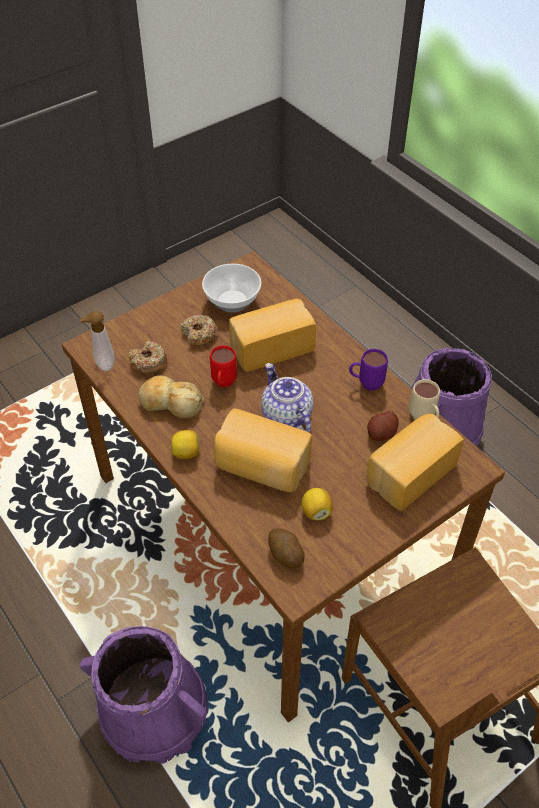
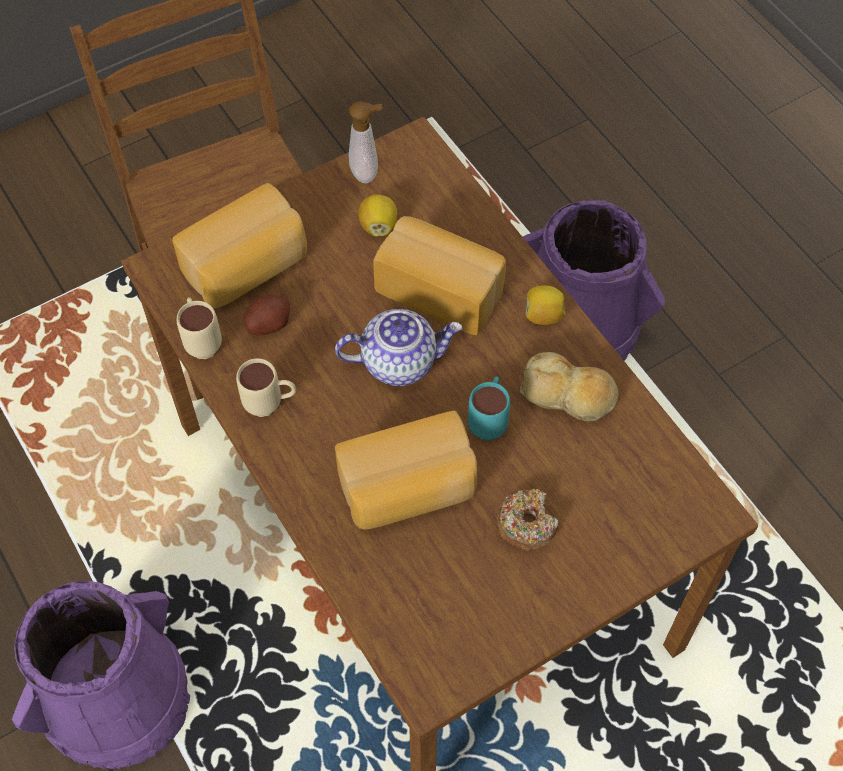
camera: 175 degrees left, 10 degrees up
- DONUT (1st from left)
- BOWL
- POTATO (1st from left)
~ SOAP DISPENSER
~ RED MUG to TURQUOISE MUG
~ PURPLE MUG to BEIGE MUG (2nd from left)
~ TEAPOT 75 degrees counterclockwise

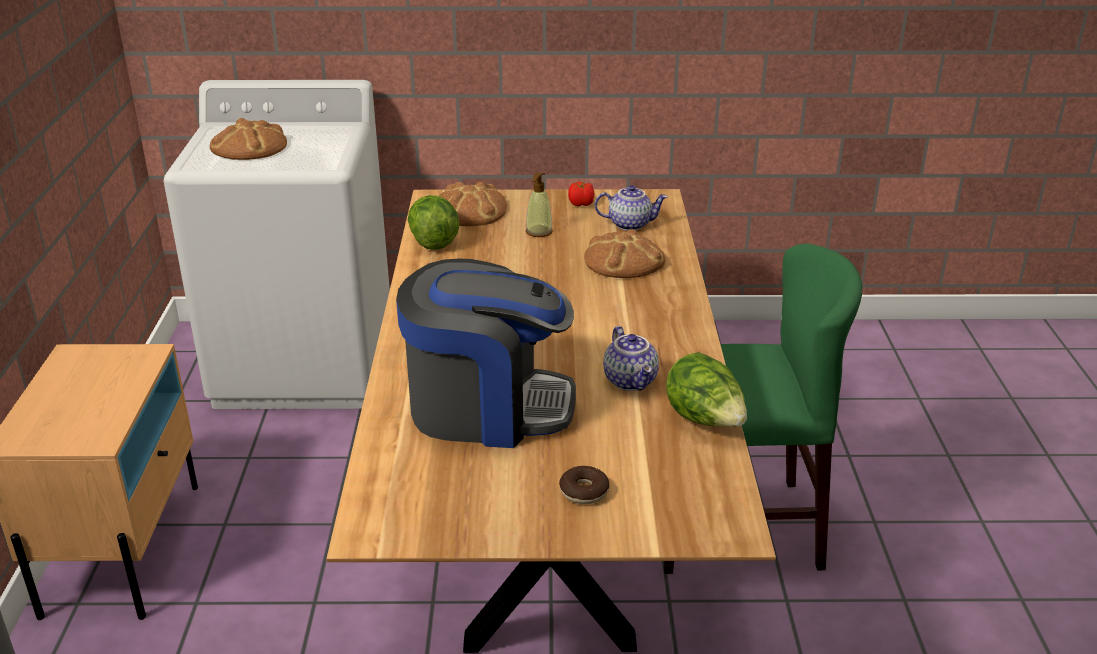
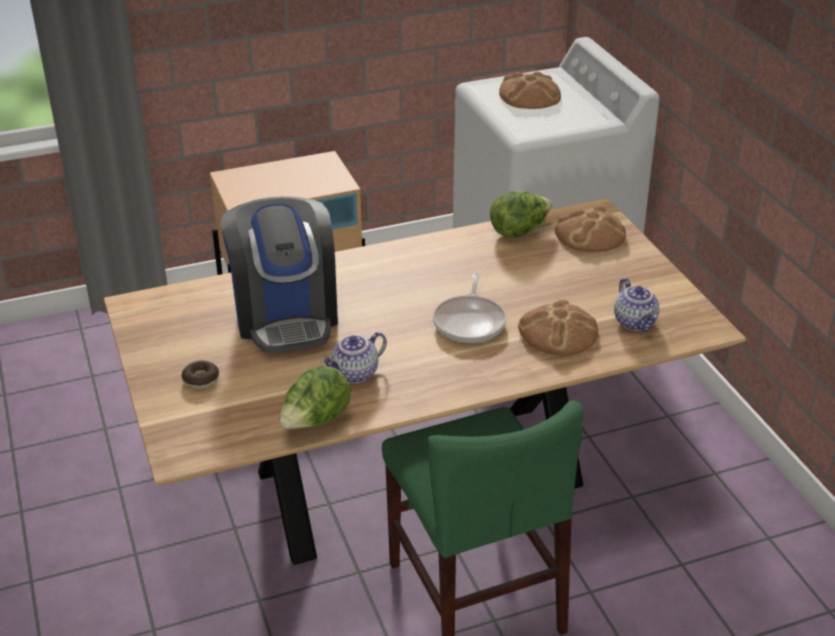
camera: 70 degrees right, 5 degrees up
- SOAP DISPENSER
- TOMATO
+ FRYING PAN

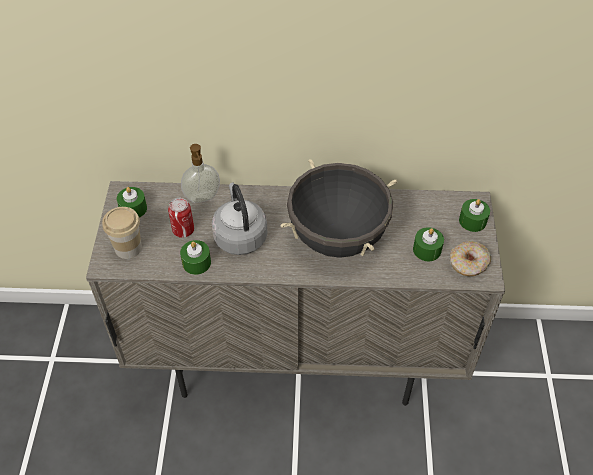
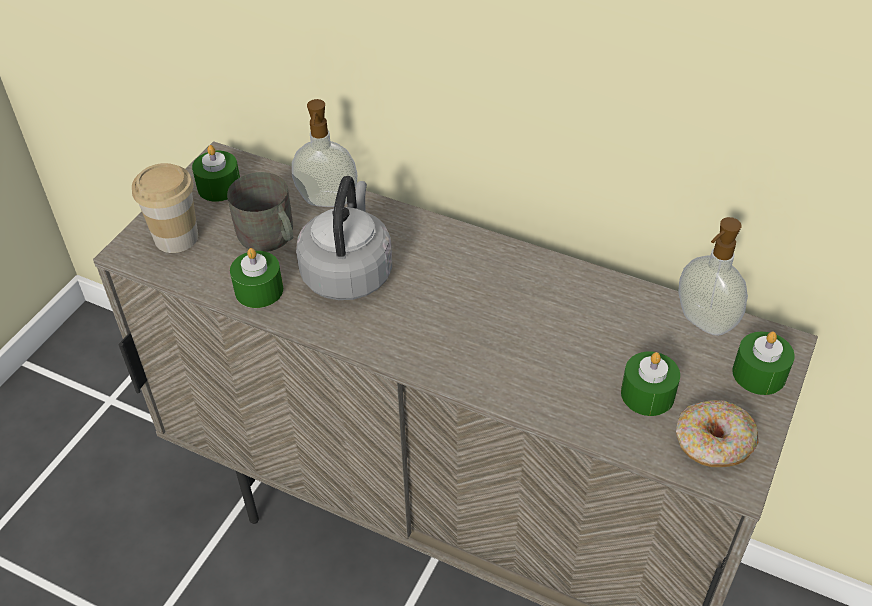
camera: 25 degrees right, 5 degrees down
- BLACK COOKING POT
+ SOAP DISPENSER (2nd from left)
~ CAN to GREY MUG

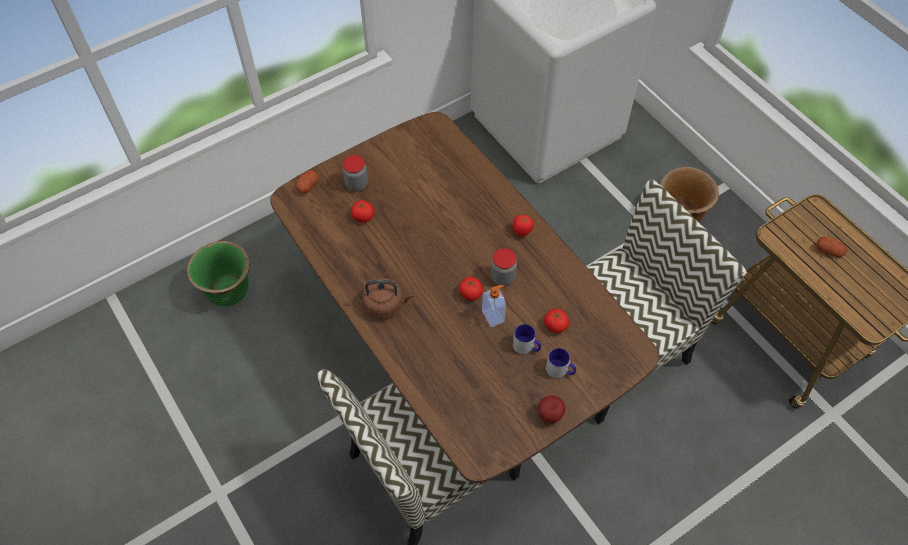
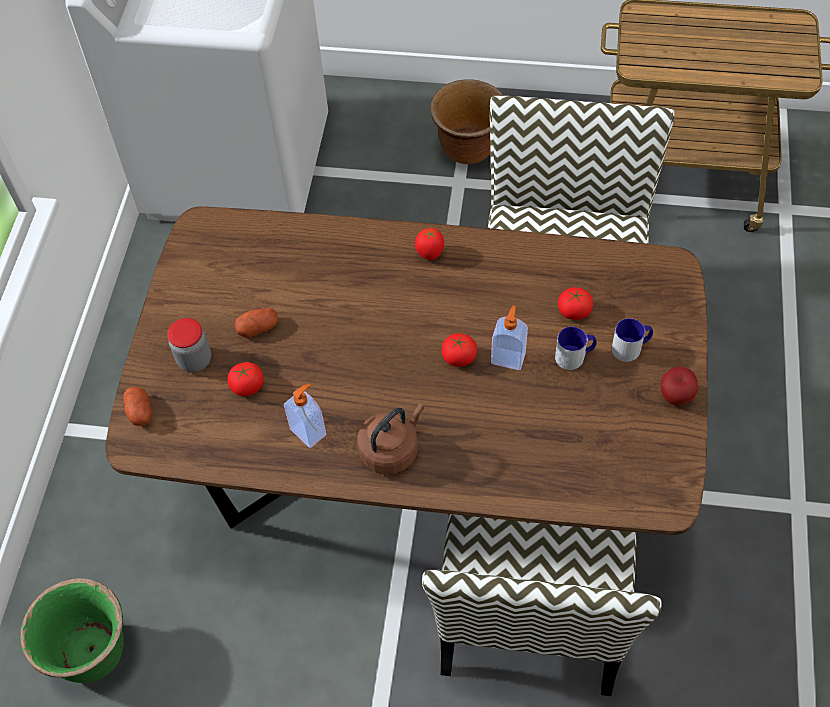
camera: 45 degrees left, 0 degrees up
- JAR (2nd from left)
+ SOAP DISPENSER (1st from left)
~ POTATO (2nd from left)

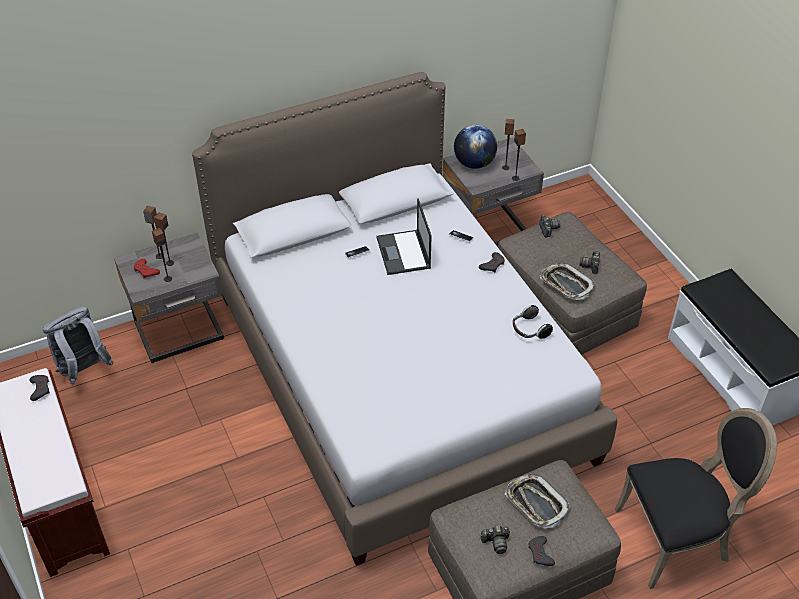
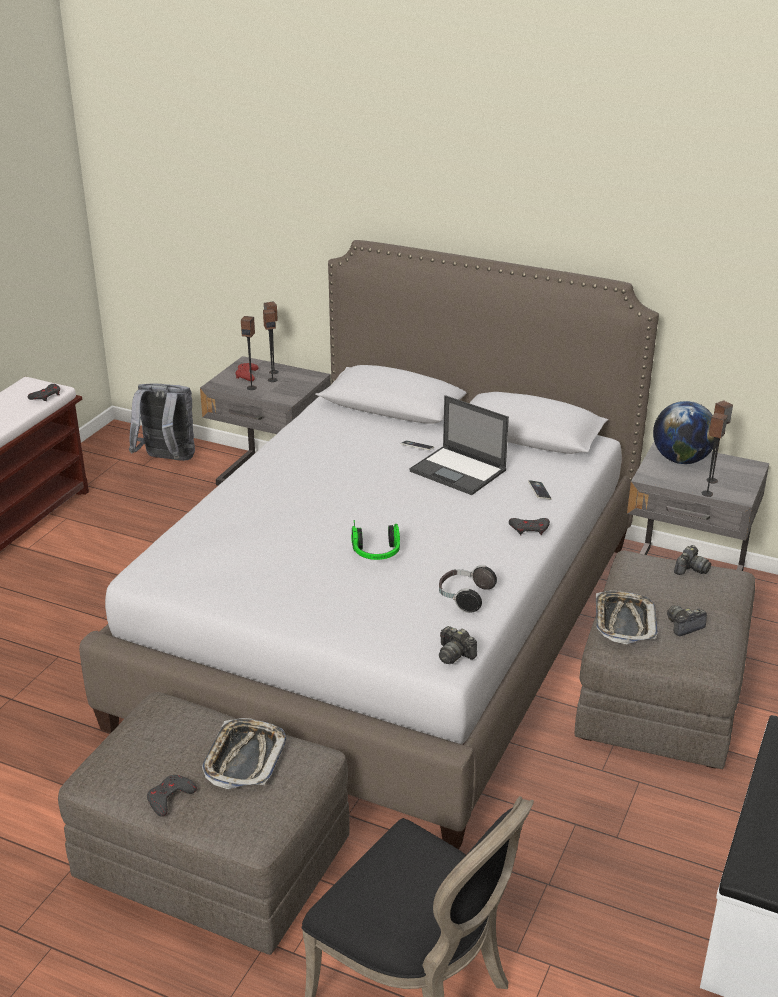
camera: 50 degrees right, 15 degrees down
+ HEADPHONES (1st from left)
~ PHOTO CAMERA (1st from left)
~ LAPTOP 90 degrees counterclockwise

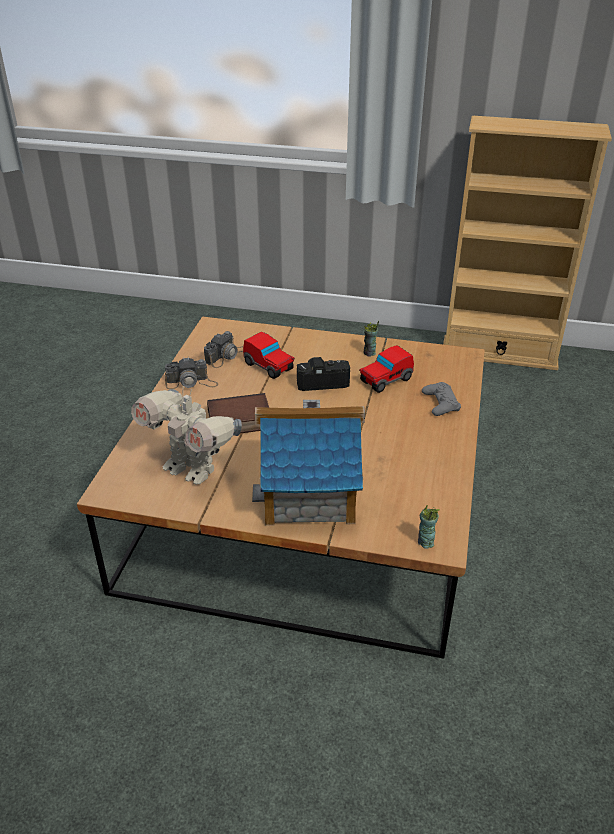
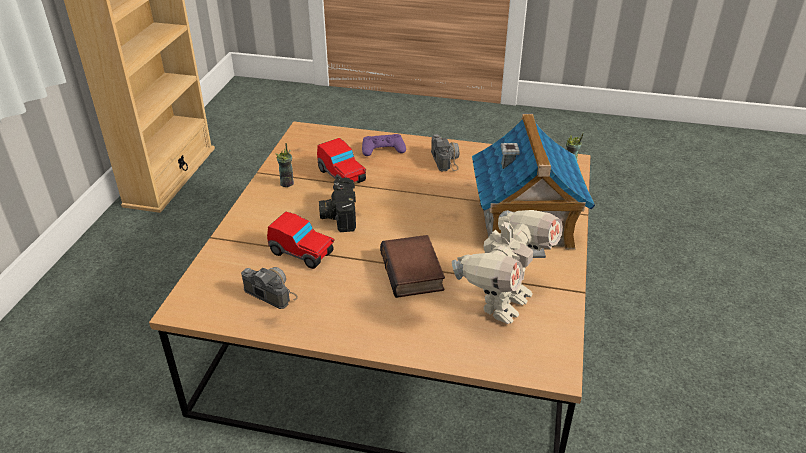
camera: 90 degrees left, 0 degrees up
~ PHOTO CAMERA (1st from left in the first image) to PHOTO CAMERA (3rd from left)
~ GREY GAME CONTROLLER to PURPLE GAME CONTROLLER
~ TOY CAR (1st from left) 75 degrees clockwise

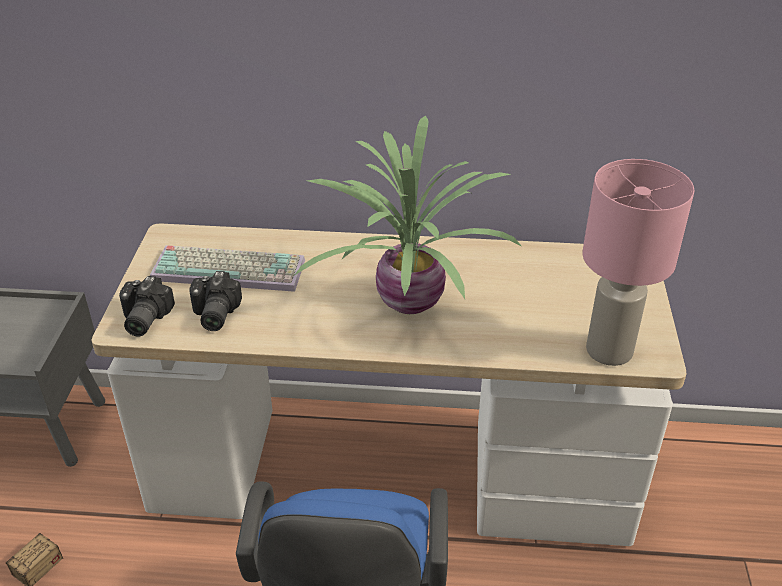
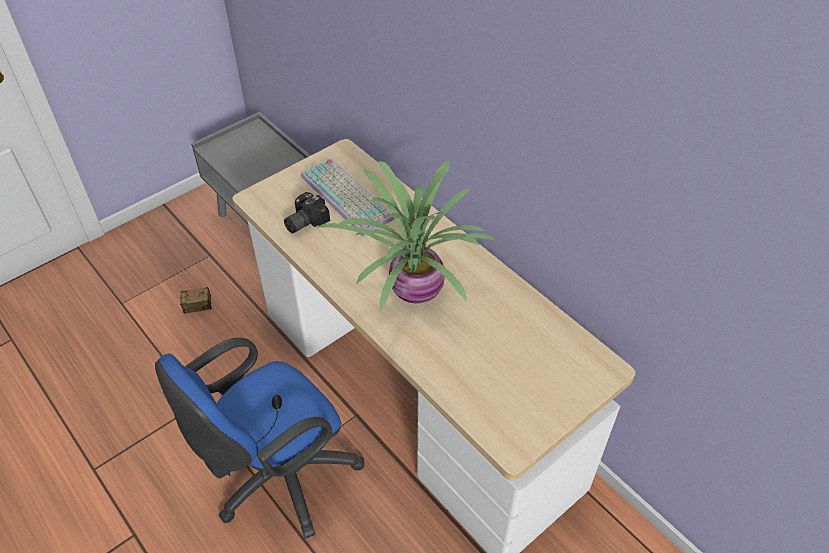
camera: 45 degrees right, 10 degrees up
- PHOTO CAMERA (1st from left)
- PINK TABLE LAMP

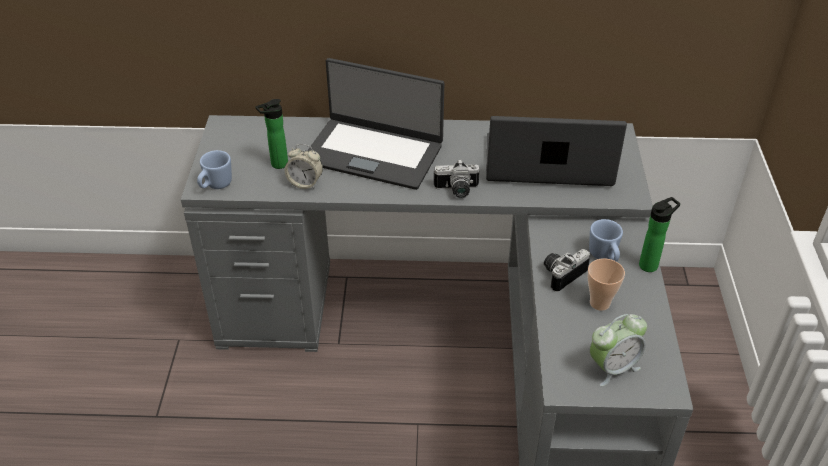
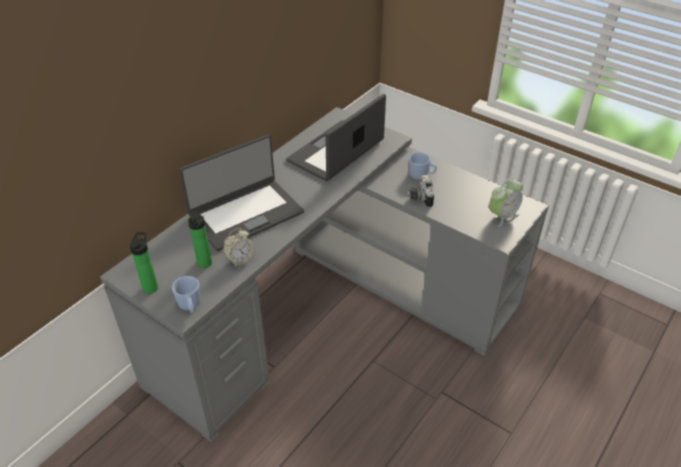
camera: 55 degrees left, 0 degrees up
- PHOTO CAMERA (1st from left)
- CUP
~ BOTTLE (2nd from left in the first image) to BOTTLE (1st from left)
~ ALARM CLOCK (2nd from left) 45 degrees clockwise

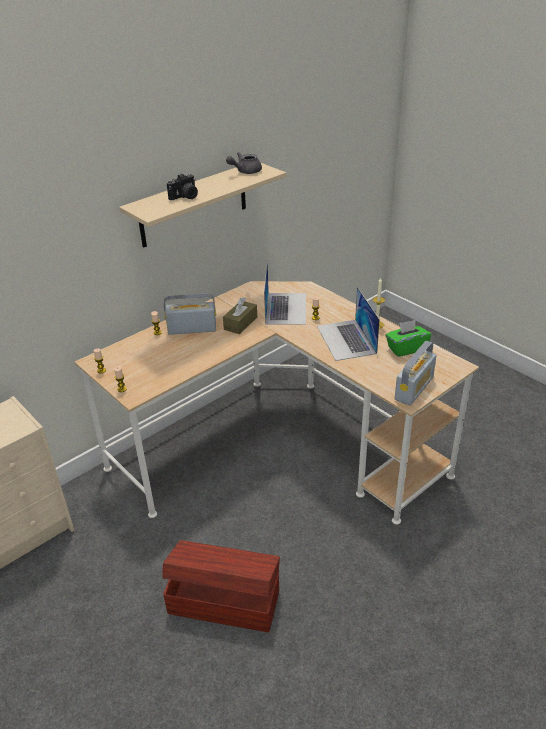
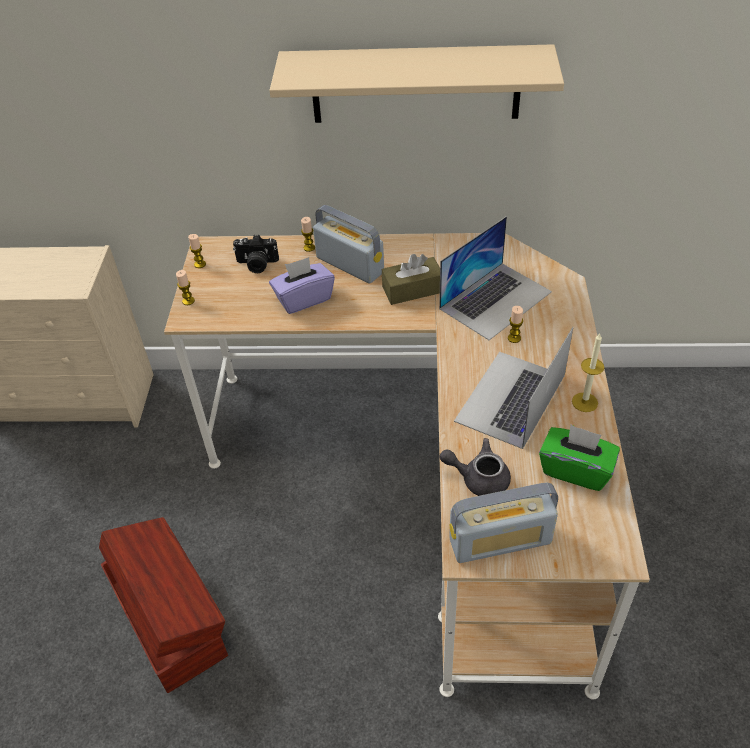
camera: 45 degrees right, 10 degrees up
+ PURPLE TISSUE BOX
~ PHOTO CAMERA
~ GREY TEAPOT

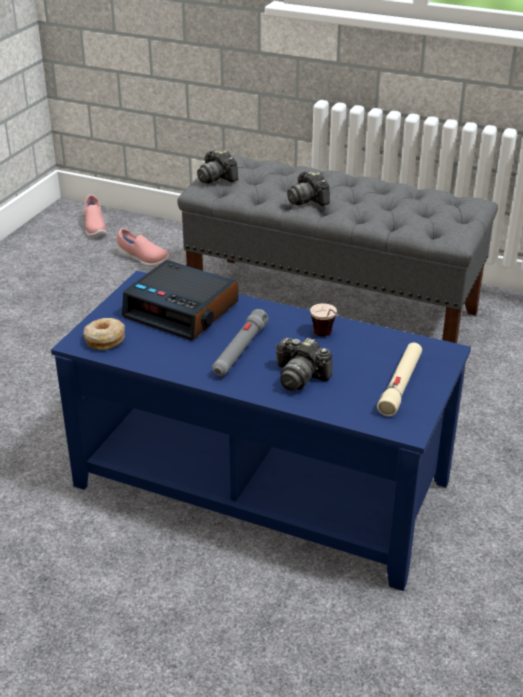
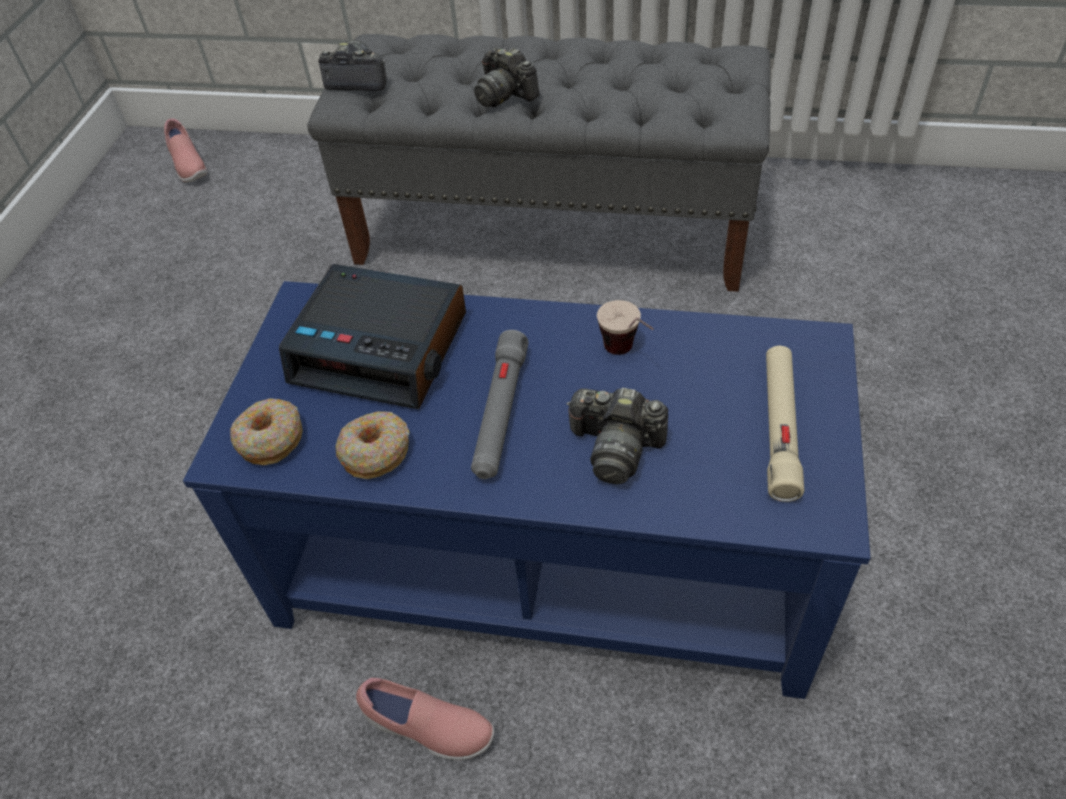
camera: 10 degrees left, 15 degrees up
+ DONUT (2nd from left)
~ PINK SHOE (2nd from left)
~ PHOTO CAMERA (1st from left) 150 degrees clockwise

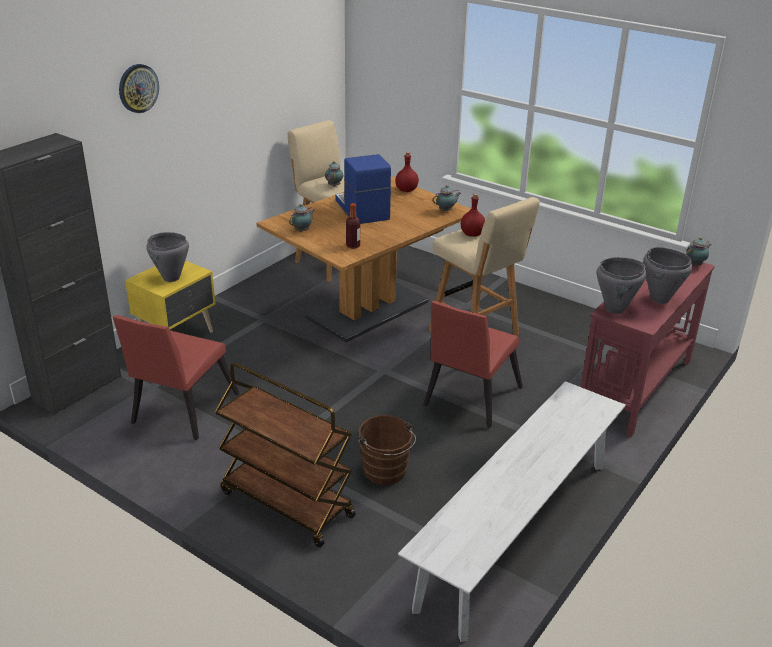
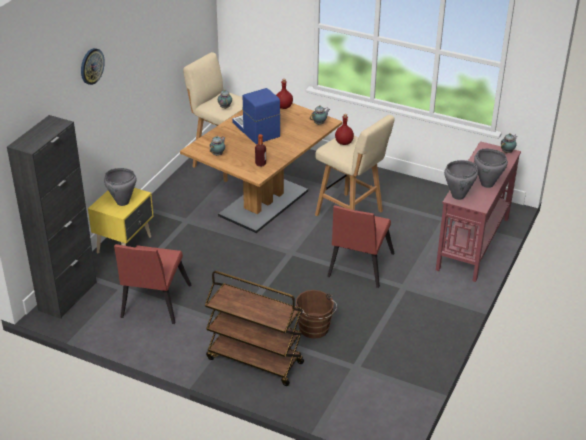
camera: 10 degrees left, 5 degrees up
- WHITE BENCH

